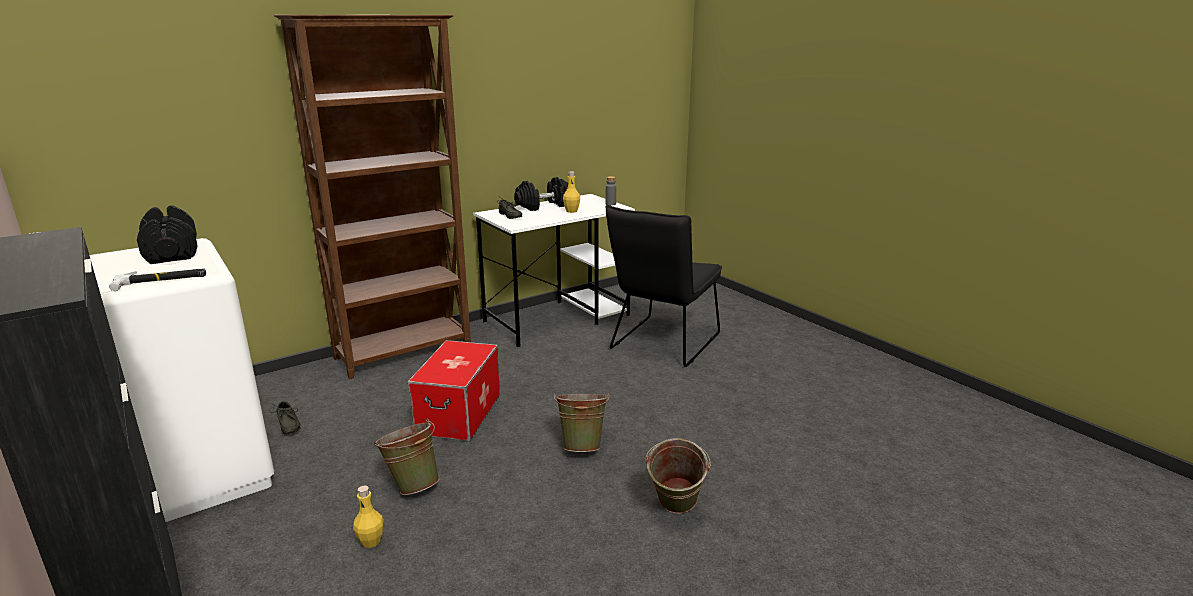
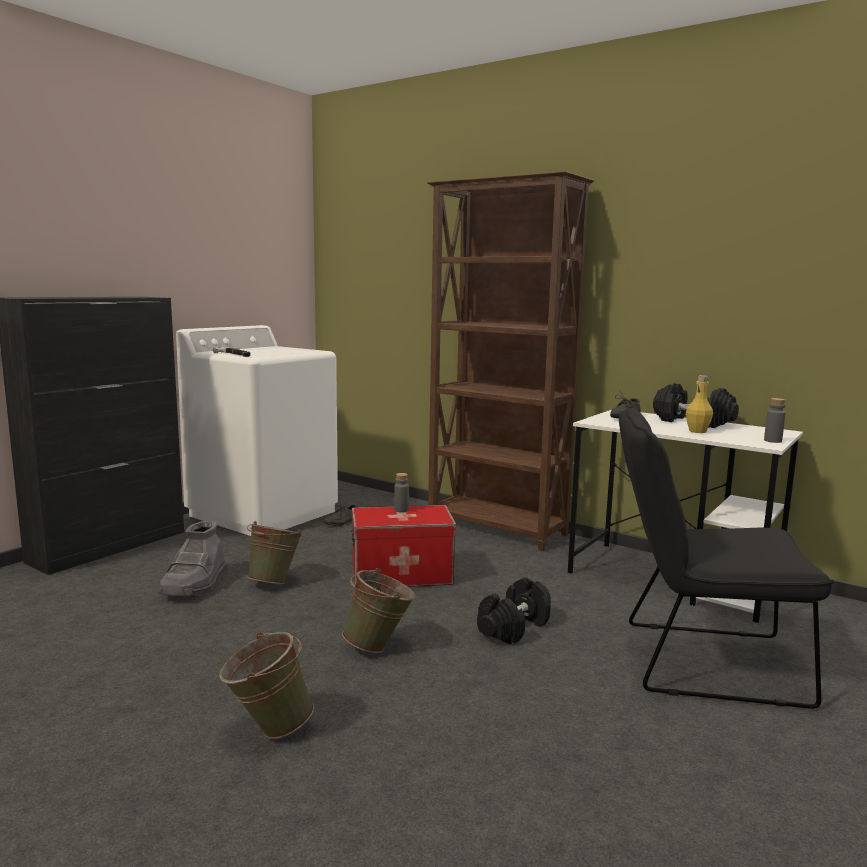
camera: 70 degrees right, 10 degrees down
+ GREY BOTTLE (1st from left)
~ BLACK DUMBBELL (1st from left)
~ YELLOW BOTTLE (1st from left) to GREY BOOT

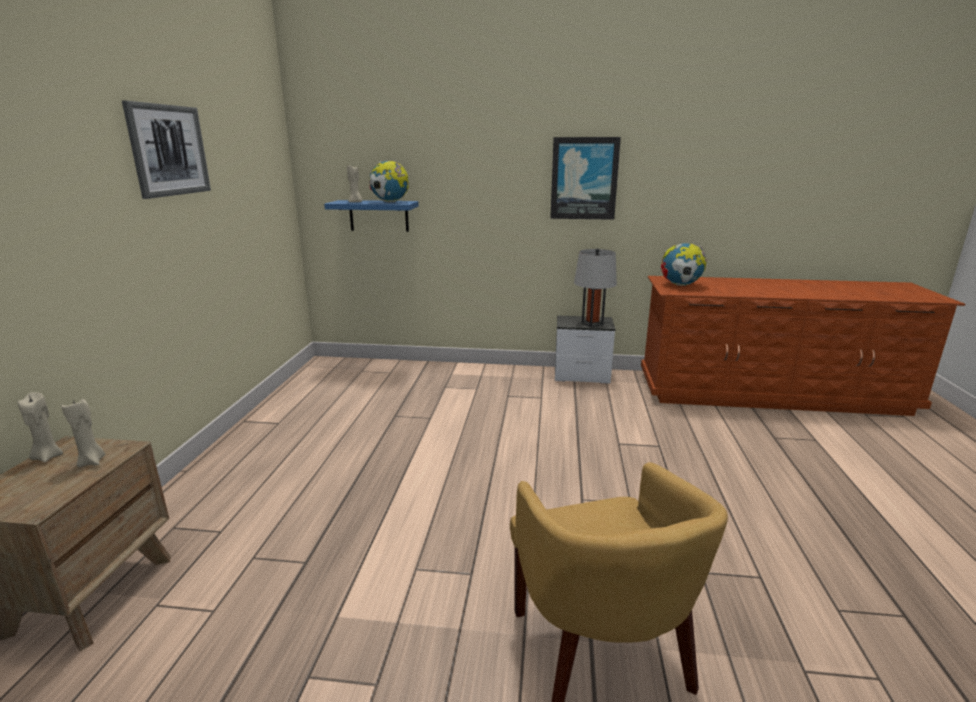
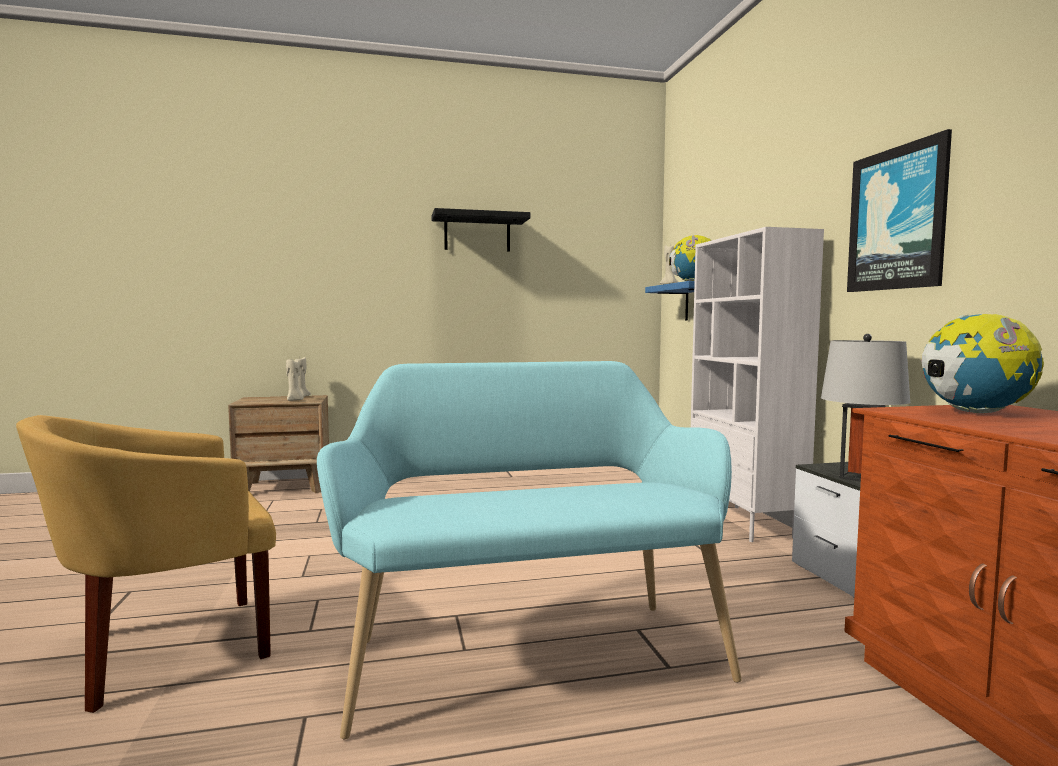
camera: 70 degrees right, 15 degrees down
+ TURQUOISE BENCH
+ WHITE BOOKCASE
~ PICTURE (1st from left) to BLACK SHELF

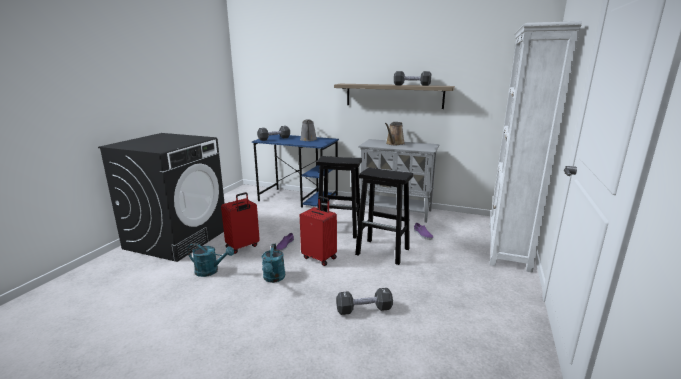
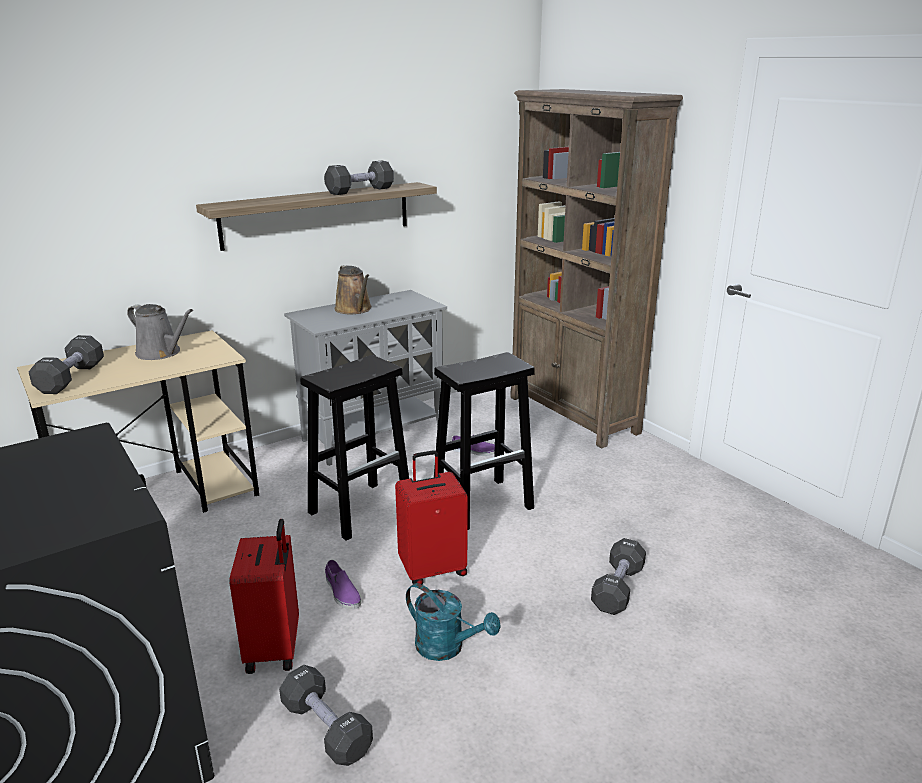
camera: 55 degrees left, 5 degrees up
~ TURQUOISE WATERING CAN (1st from left) to BLACK DUMBBELL (2nd from left)
~ BLUE DESK to BEIGE DESK
~ WHITE BOOKCASE to BROWN BOOKCASE

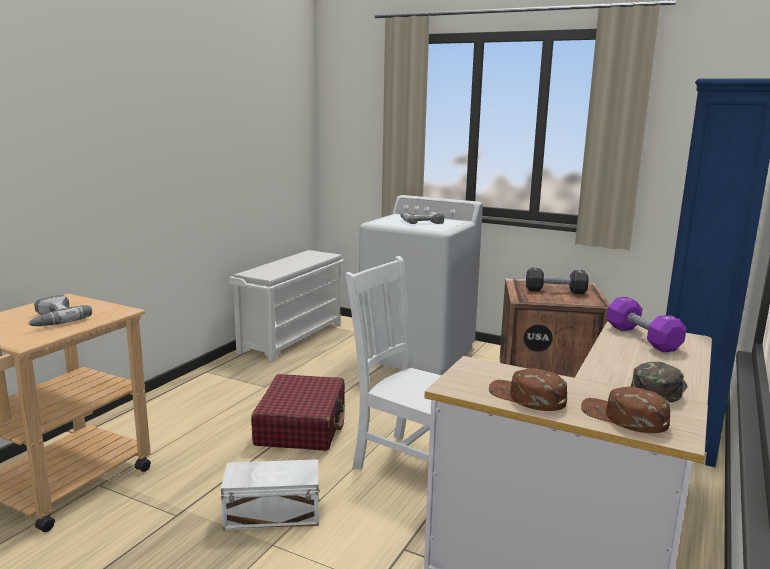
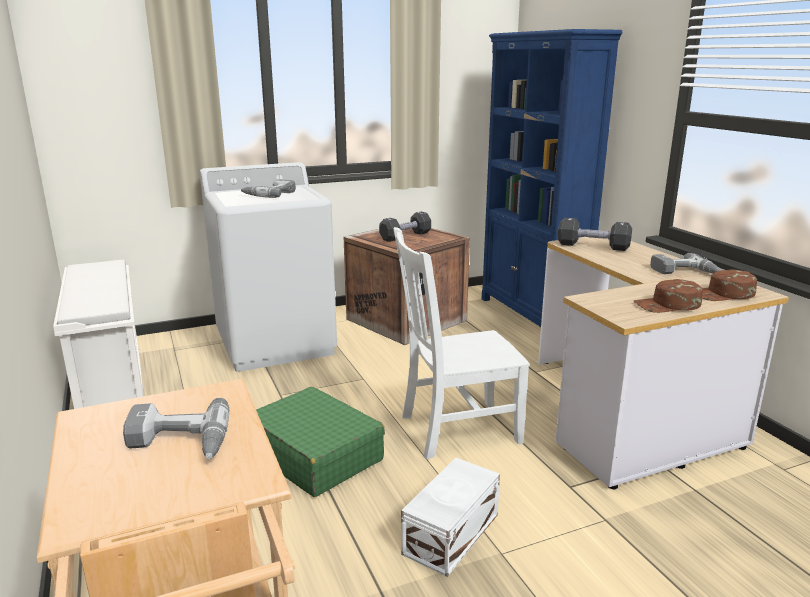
camera: 50 degrees left, 5 degrees up
~ GREEN CAP to POWER DRILL (3rd from left)
~ RED SUITCASE to GREEN SUITCASE
~ PURPLE DUMBBELL to BLACK DUMBBELL (2nd from left)

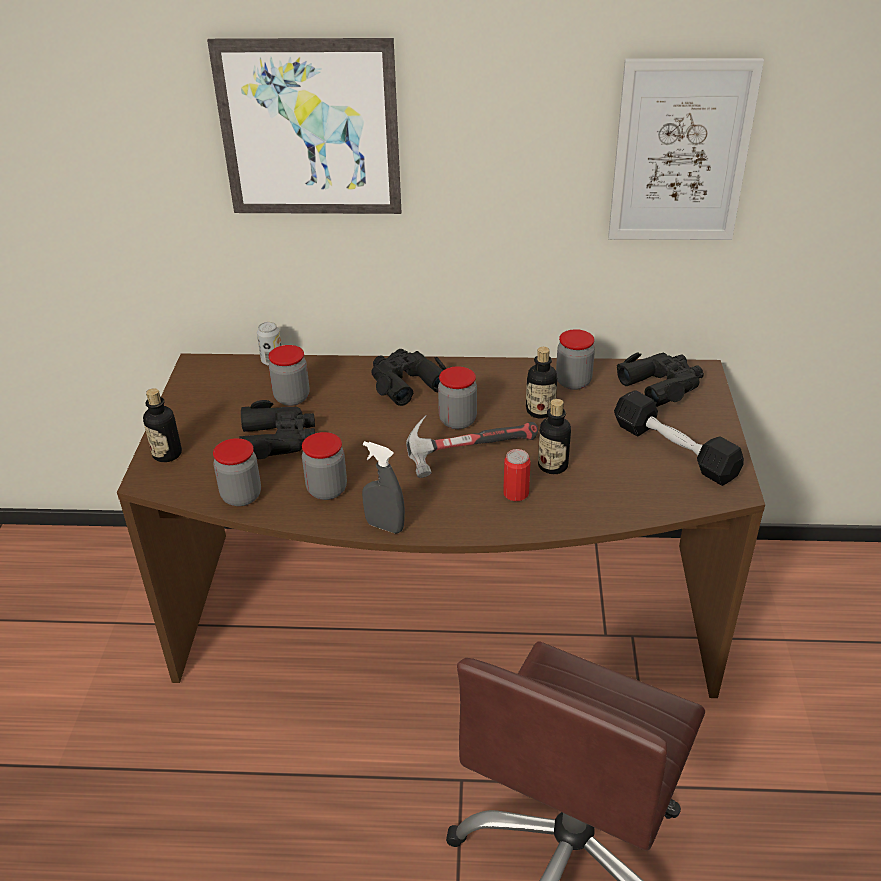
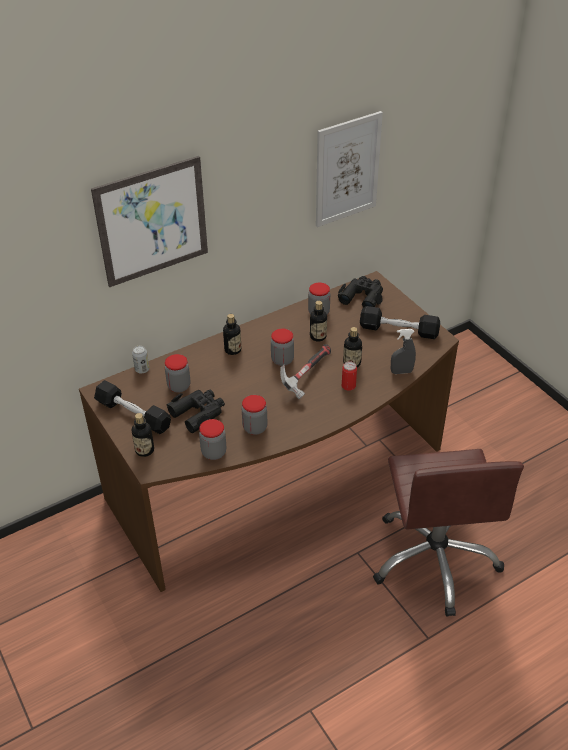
camera: 35 degrees left, 5 degrees up
+ BLACK DUMBBELL (1st from left)
~ GREY SPRAY BOTTLE
~ BLACK BINOCULARS (2nd from left) to BOTTLE (2nd from left)

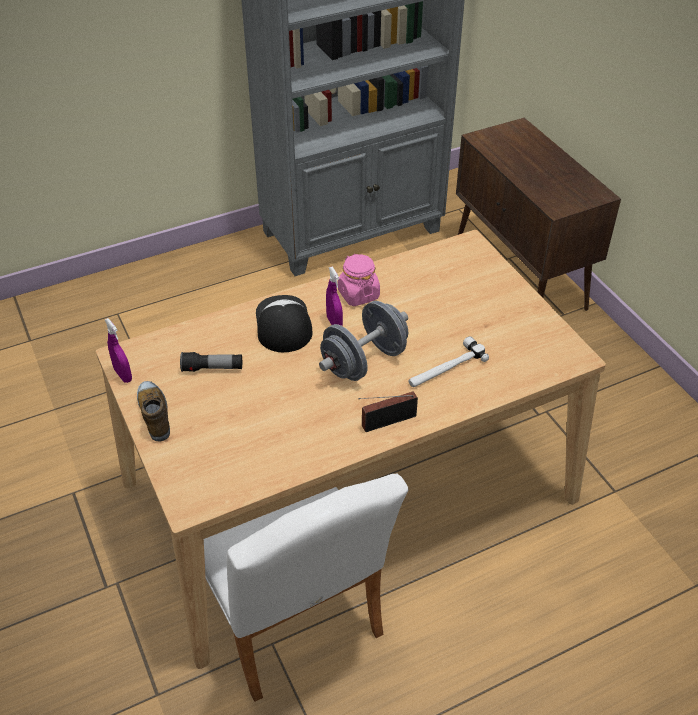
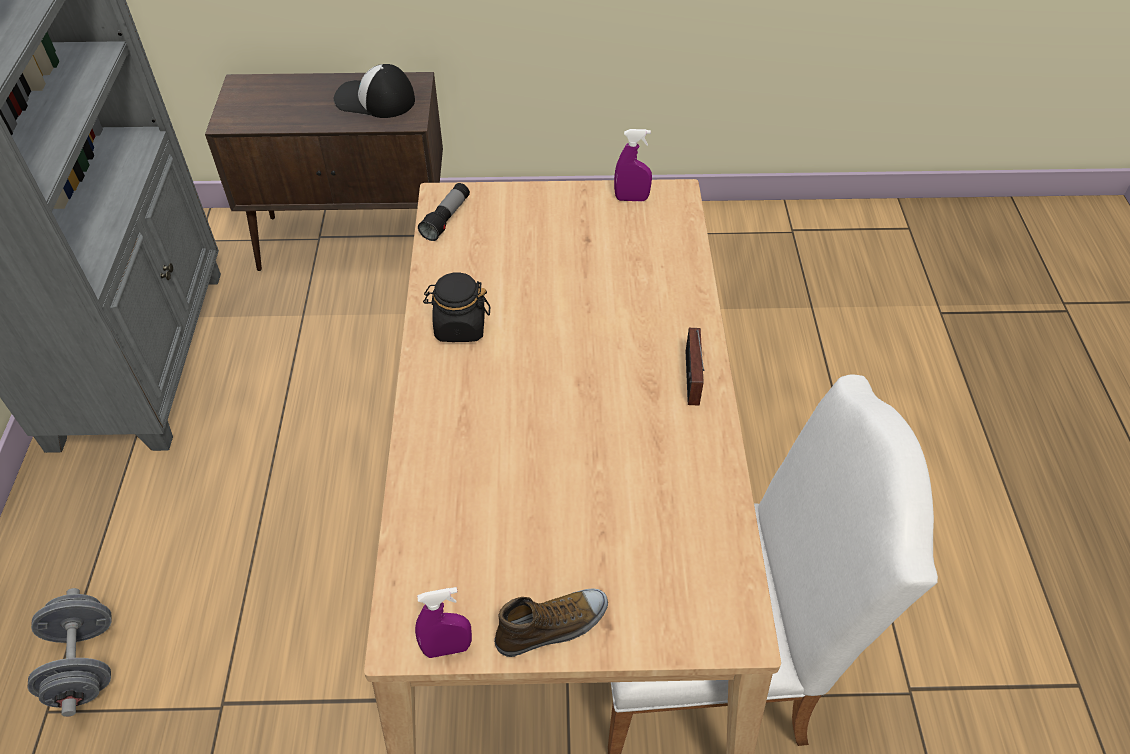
camera: 65 degrees left, 5 degrees up
- HAMMER
~ FLASHLIGHT
~ CAP
~ GREY DUMBBELL
~ PURPLE SPRAY BOTTLE (2nd from left)
~ PINK JAR to BLACK JAR
~ SHOE 150 degrees clockwise

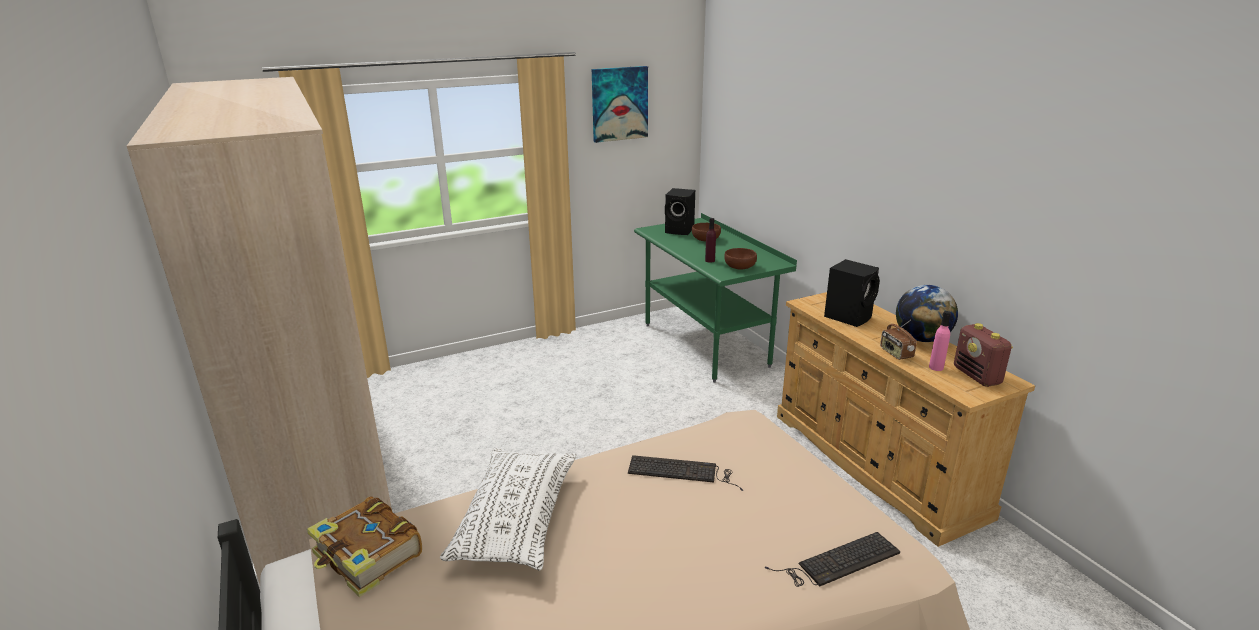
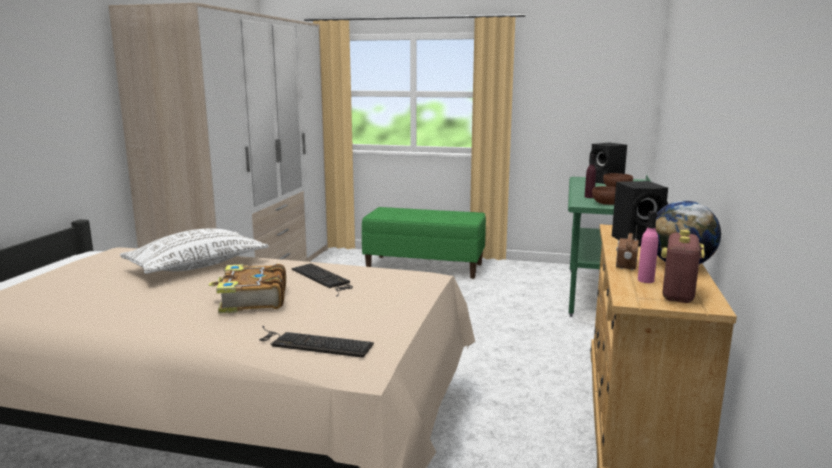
camera: 40 degrees right, 10 degrees down
- PICTURE
+ GREEN BENCH
~ BOOK

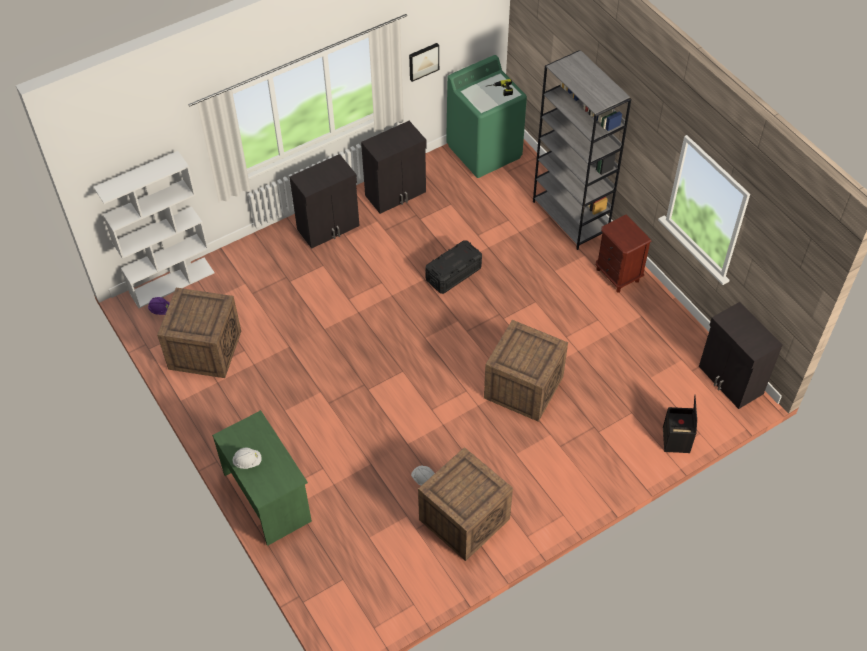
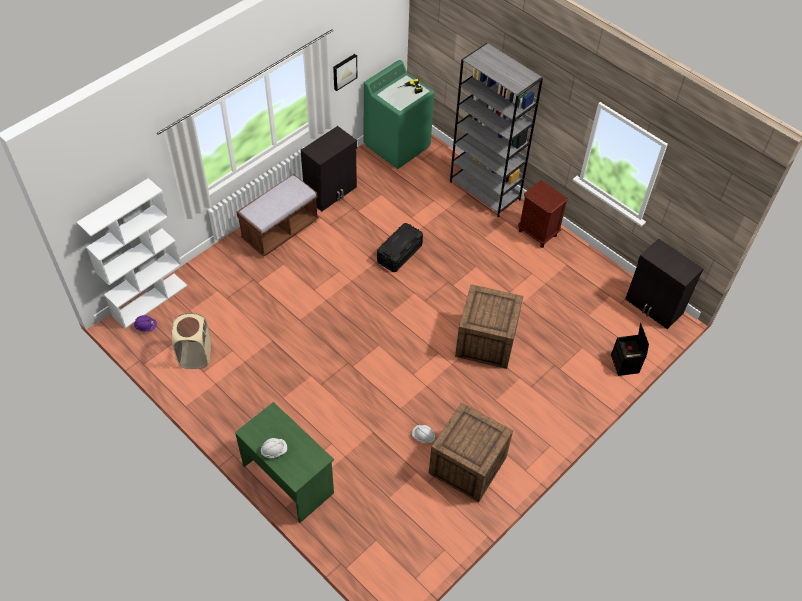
camera: 15 degrees left, 0 degrees up
~ CRATE (1st from left) to BEIGE LAUNDRY BASKET
~ BLACK CABINET (1st from left) to BROWN BENCH

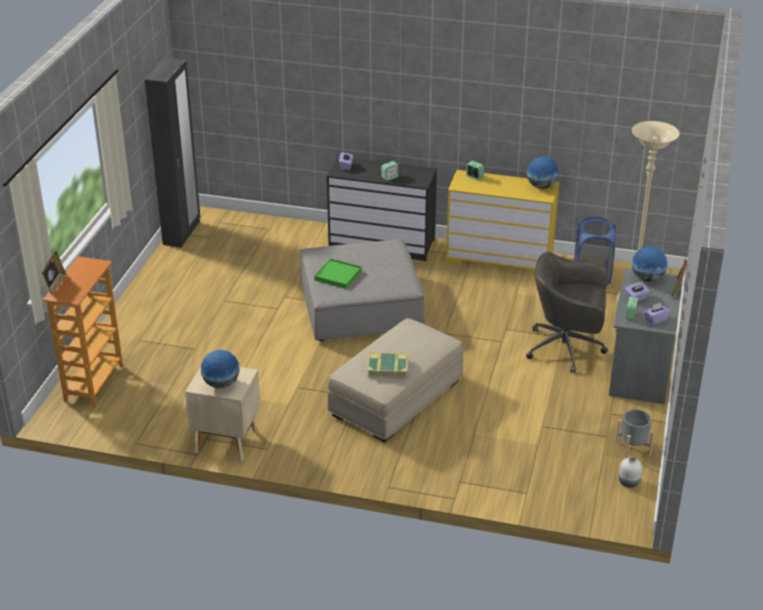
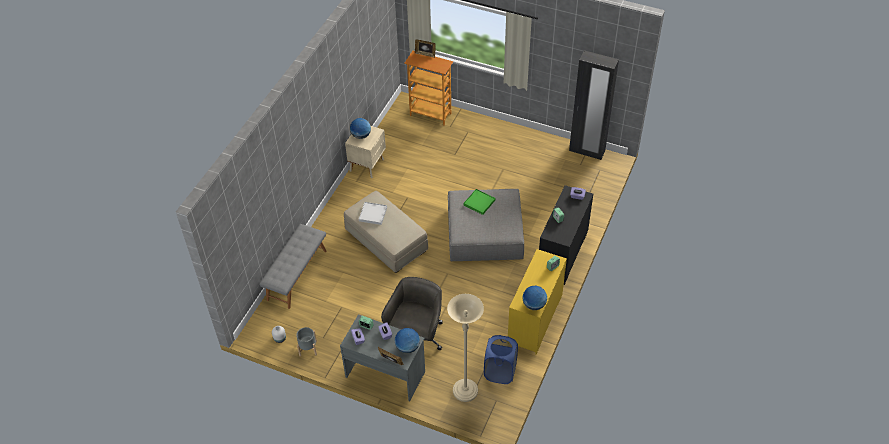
camera: 100 degrees right, 15 degrees up
+ GREY BENCH
~ BOOK to WHITE TRAY

